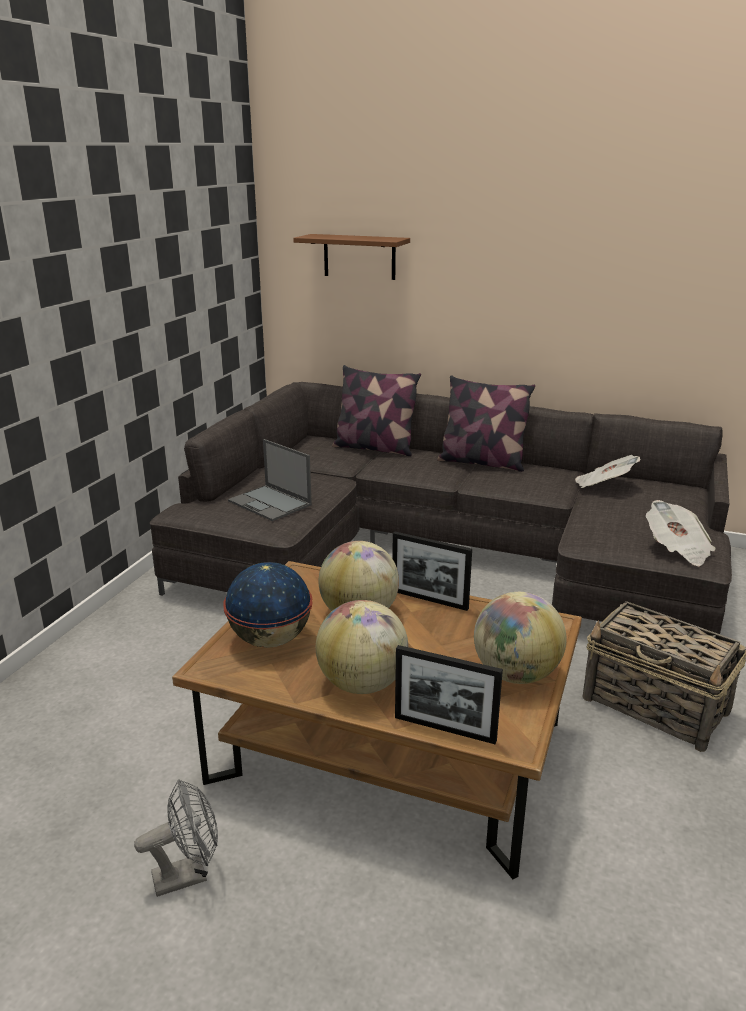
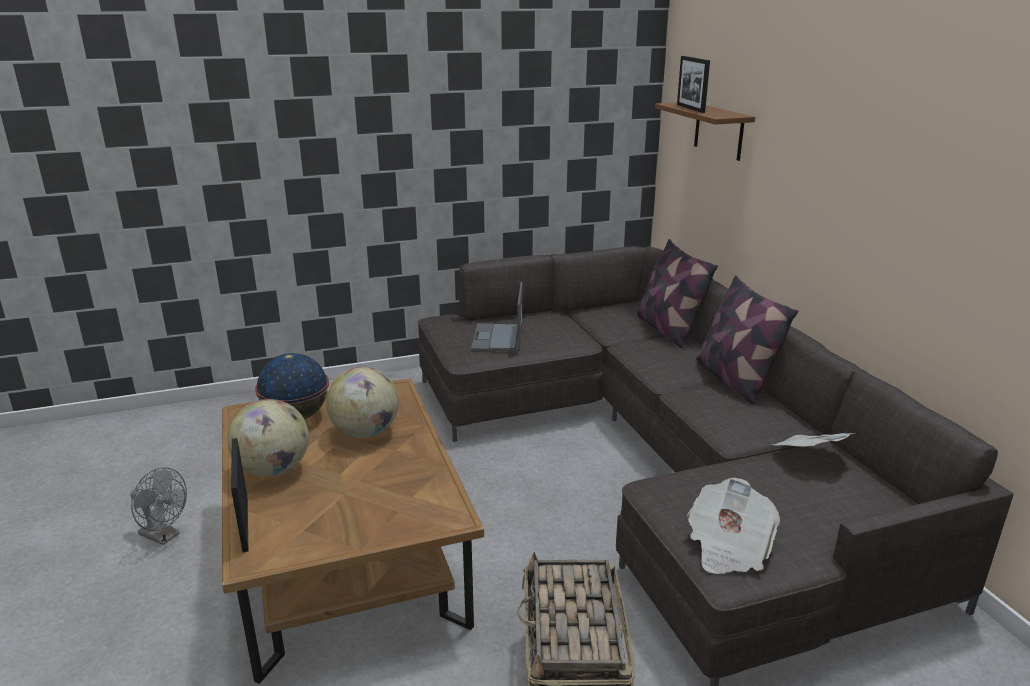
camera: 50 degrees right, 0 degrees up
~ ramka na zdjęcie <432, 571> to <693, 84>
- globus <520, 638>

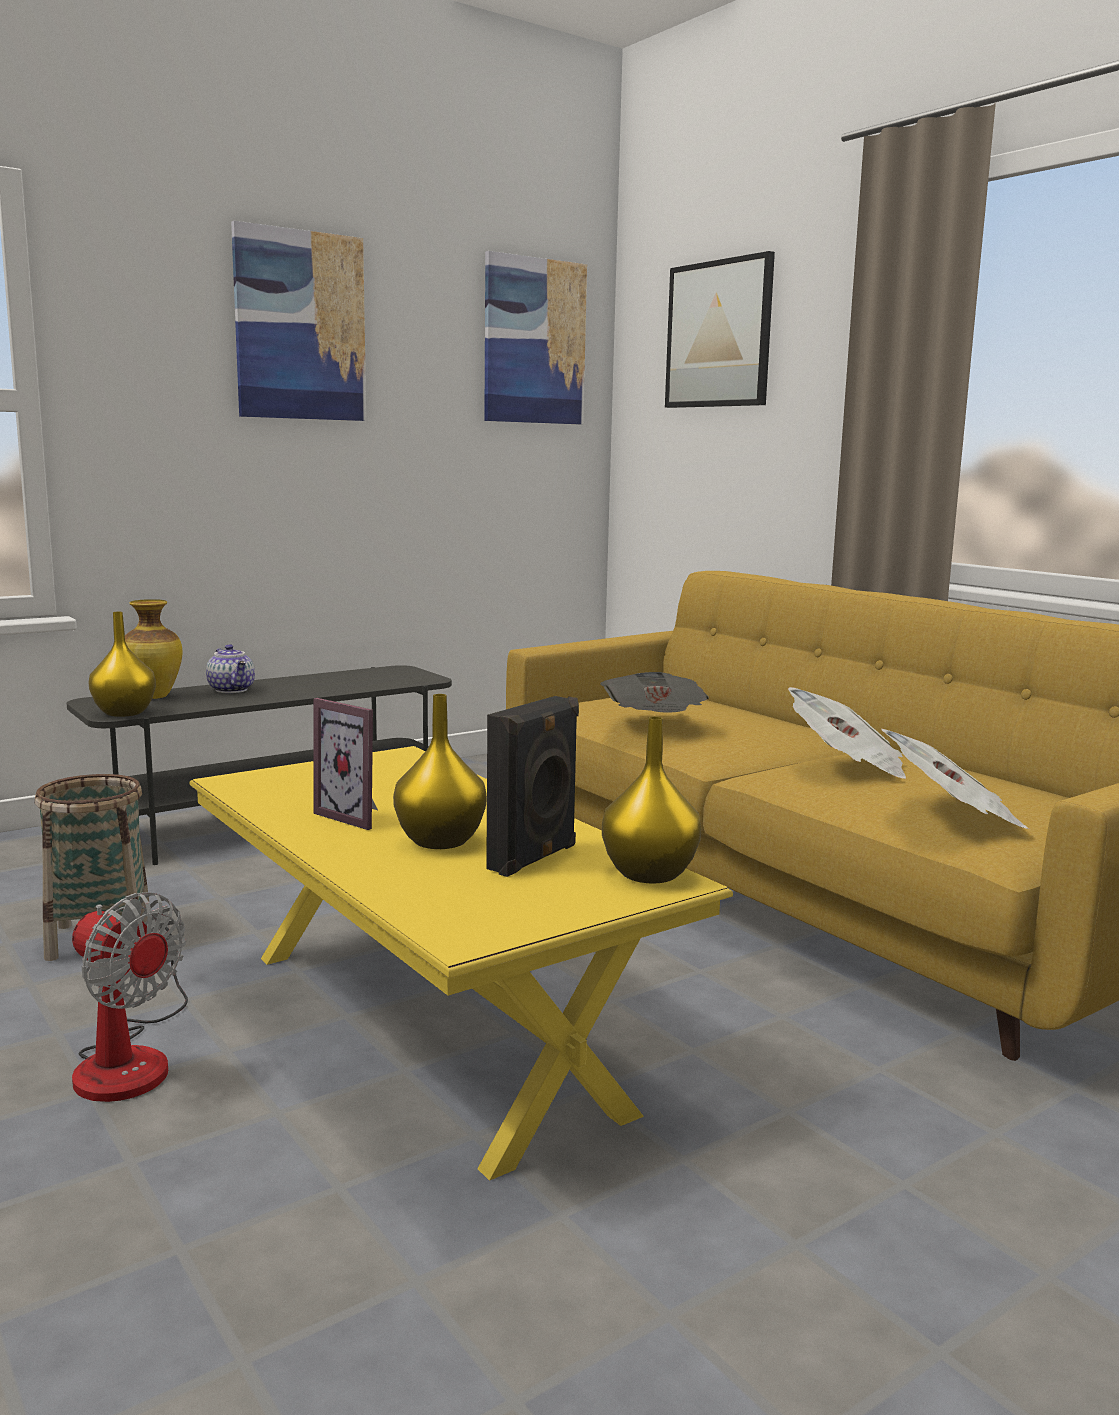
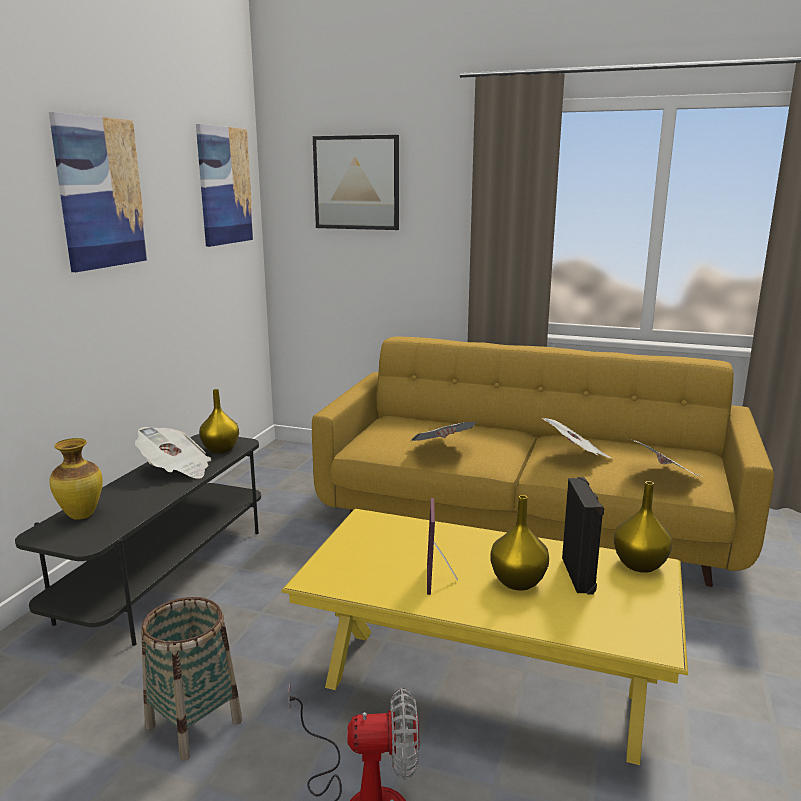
camera: 35 degrees left, 5 degrees up
~ wazon [żółty] <122, 664> to <219, 421>
- imbryk <230, 668>
~ ramka na zdjęcie <345, 764> = <442, 546> 90 degrees clockwise
+ gazeta <173, 453>

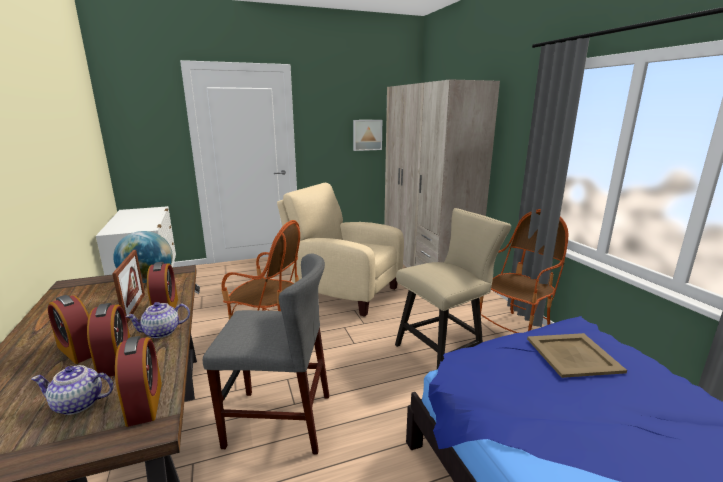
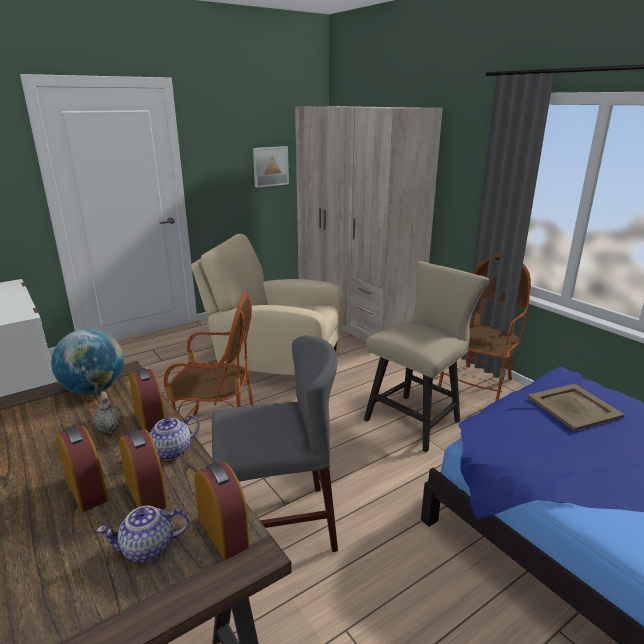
camera: 15 degrees left, 5 degrees up
~ budzik <70, 329> = <82, 469> 150 degrees counterclockwise
~ ramka na zdjęcie <128, 286> to imbryk [beżowy] <108, 412>

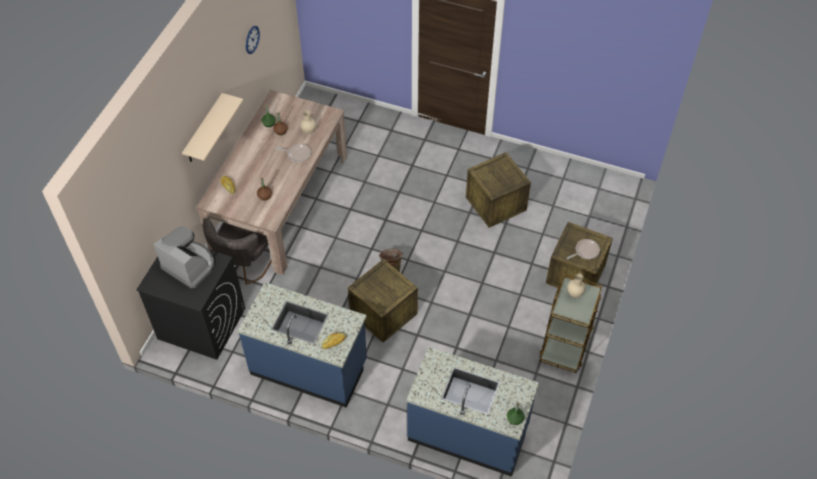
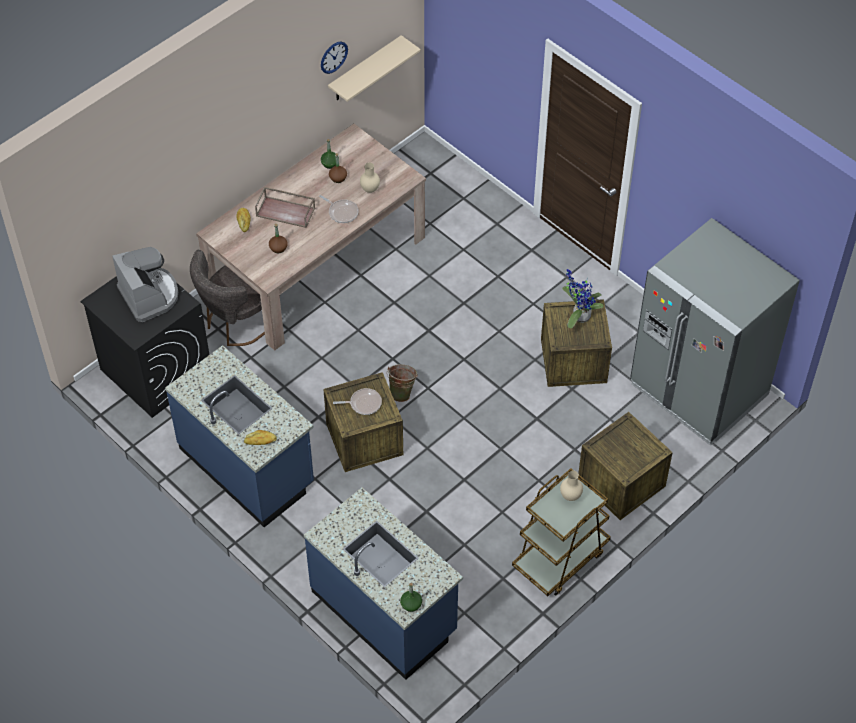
camera: 25 degrees right, 0 degrees up
~ półka [beżowy] <213, 127> to <374, 68>
~ patelnia <583, 249> to <357, 401>
+ taca [brązowy] <285, 207>
+ roślina doniczkowa <582, 298>
+ lodówka [szary] <715, 331>

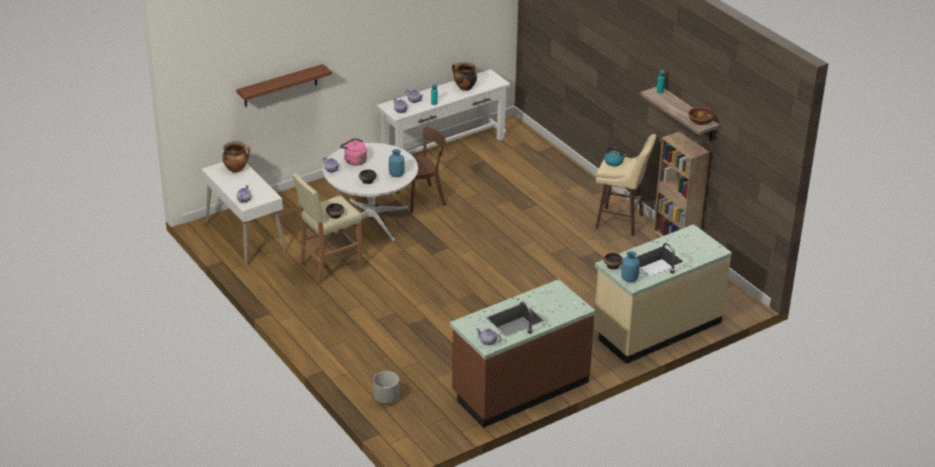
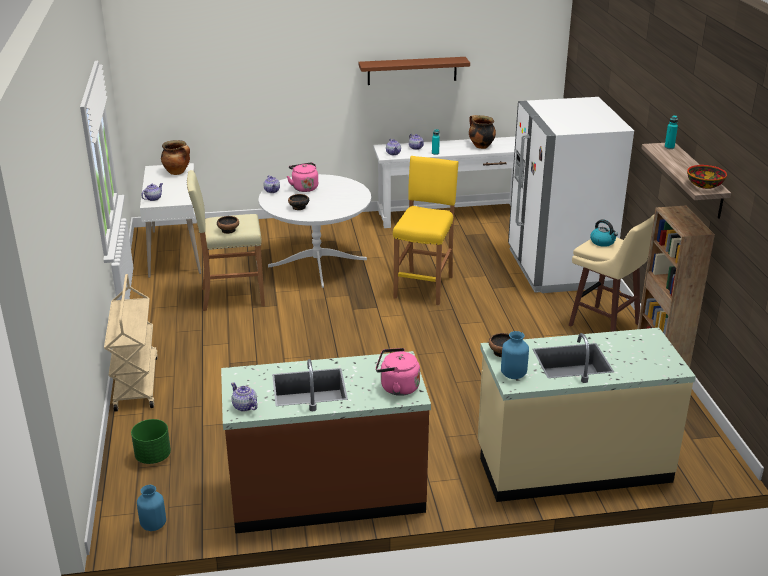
camera: 25 degrees right, 5 degrees down
~ półka [brązowy] <284, 85> to <414, 71>
~ donica [szary] <386, 387> to donica [zielony] <151, 441>
~ wazon [niebieski] <397, 163> to <151, 508>
- krzesło [brązowy] <421, 170>
+ wózek [beżowy] <131, 343>
+ czajnik [różowy] <398, 372>
+ stołek [żółty] <425, 230>
+ lodówka [biały] <571, 195>

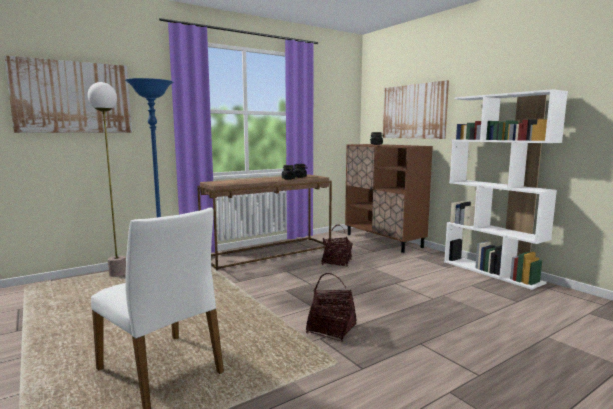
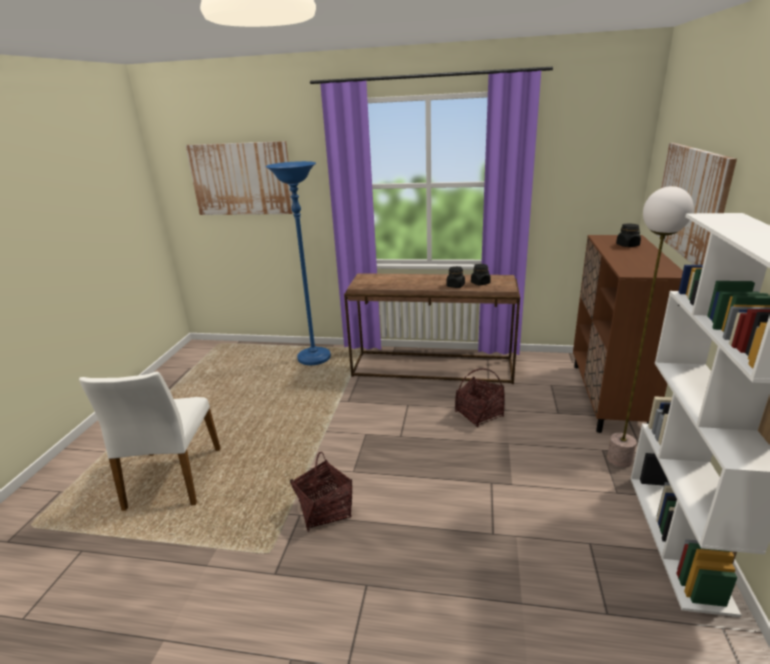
camera: 45 degrees right, 15 degrees up
~ lampa stojąca <107, 179> to <650, 327>

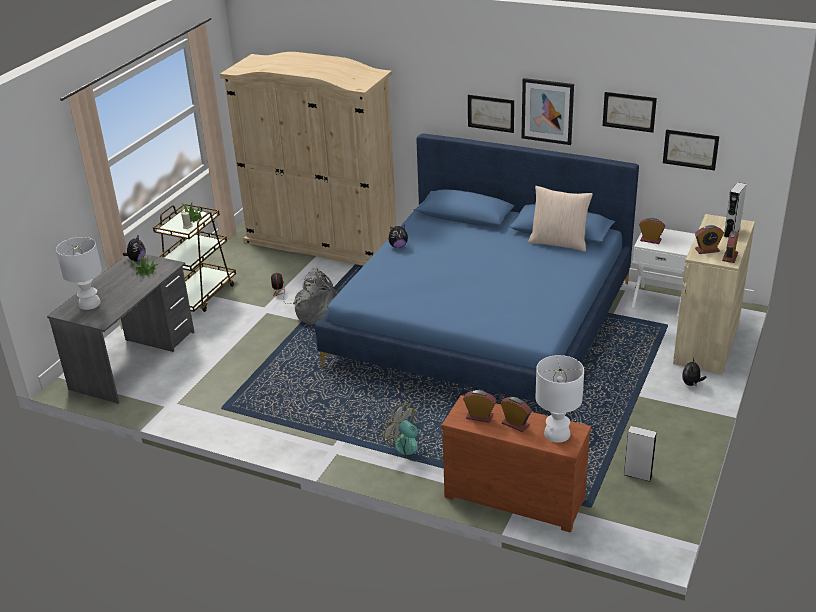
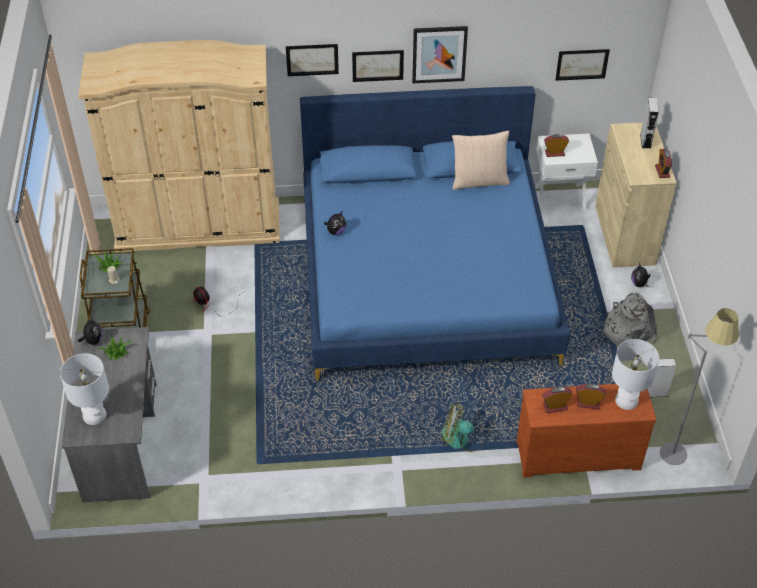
camera: 30 degrees left, 15 degrees up
~ plecak [szary] <315, 296> to <629, 319>
~ obraz <630, 112> to <312, 60>
- budzik <709, 239>
+ lampa stojąca [szary] <699, 386>

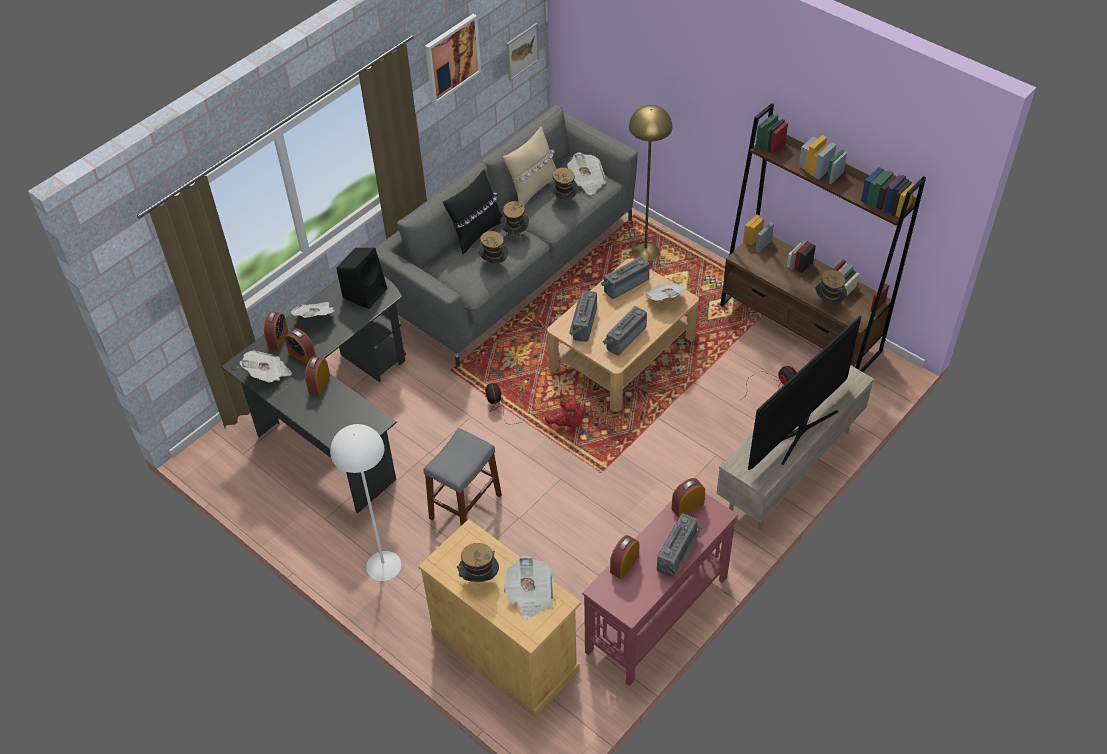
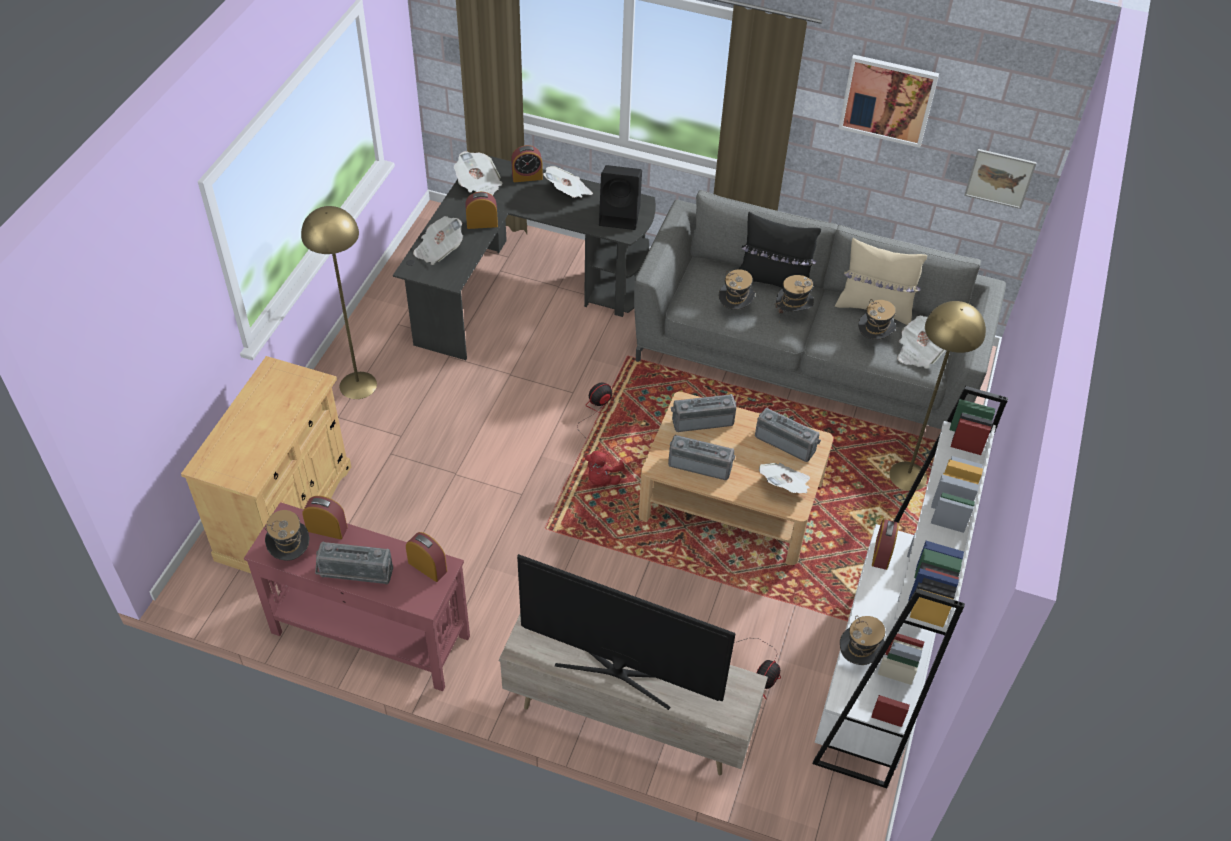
camera: 65 degrees right, 0 degrees up
~ budzik <300, 347> to <885, 544>
~ lampa stojąca [biały] <365, 502> to lampa stojąca [żółty] <339, 302>
- stołek [szary] <462, 477>
~ kapelusz <478, 562> to <287, 535>
~ gazeta <529, 587> to <438, 240>
~ regał [brązowy] <823, 237> to regał [biały] <910, 587>

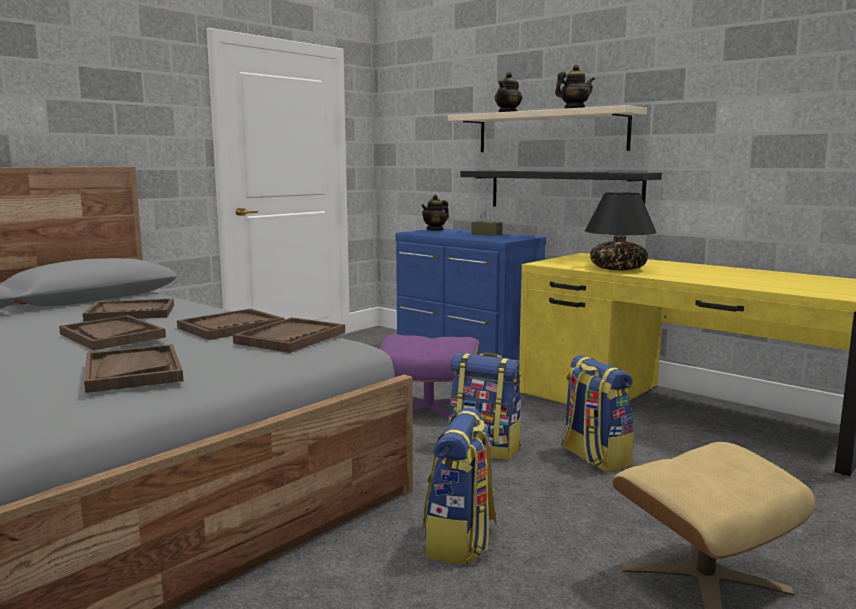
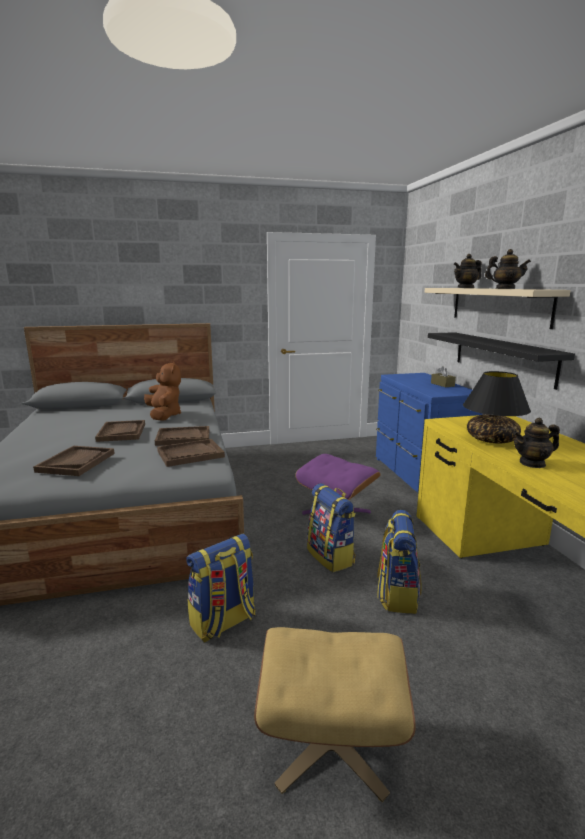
camera: 35 degrees right, 5 degrees up
~ taca [brązowy] <128, 309> to pluszak [brązowy] <162, 391>
~ imbryk <435, 212> to <536, 443>

